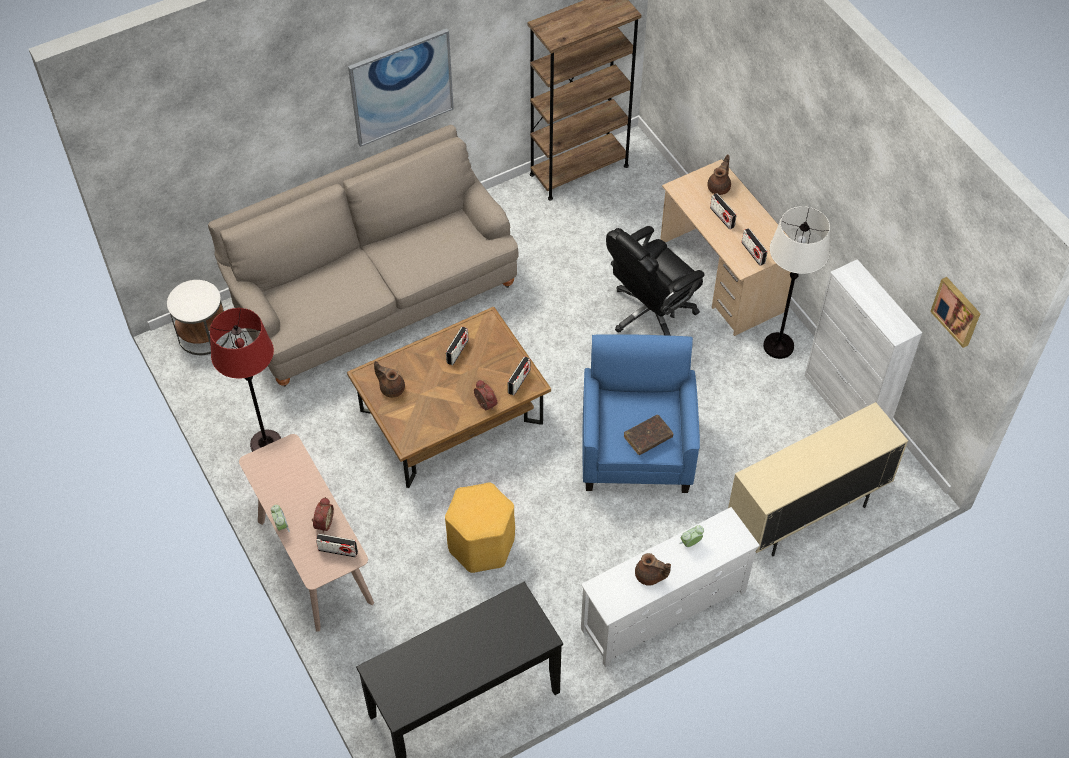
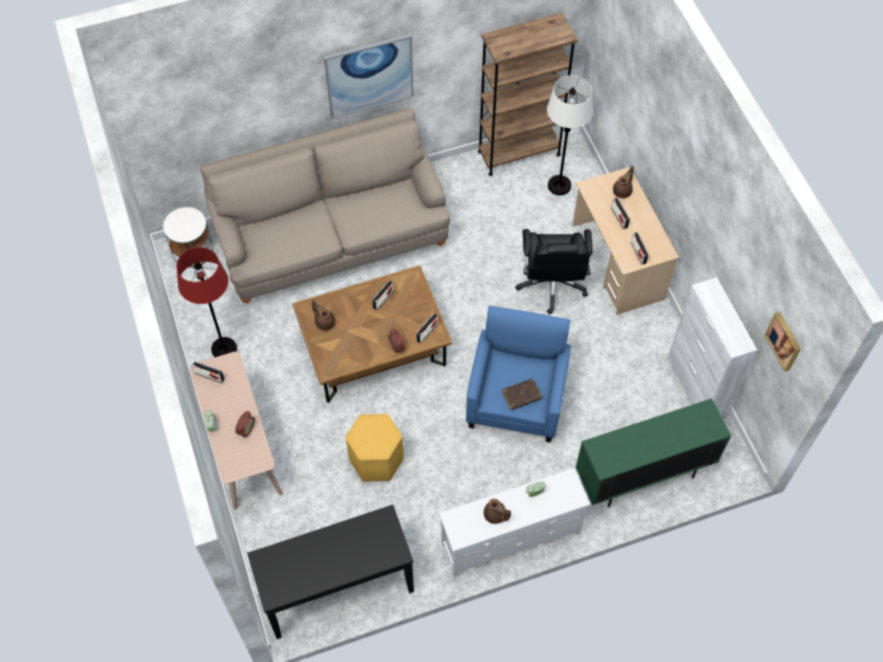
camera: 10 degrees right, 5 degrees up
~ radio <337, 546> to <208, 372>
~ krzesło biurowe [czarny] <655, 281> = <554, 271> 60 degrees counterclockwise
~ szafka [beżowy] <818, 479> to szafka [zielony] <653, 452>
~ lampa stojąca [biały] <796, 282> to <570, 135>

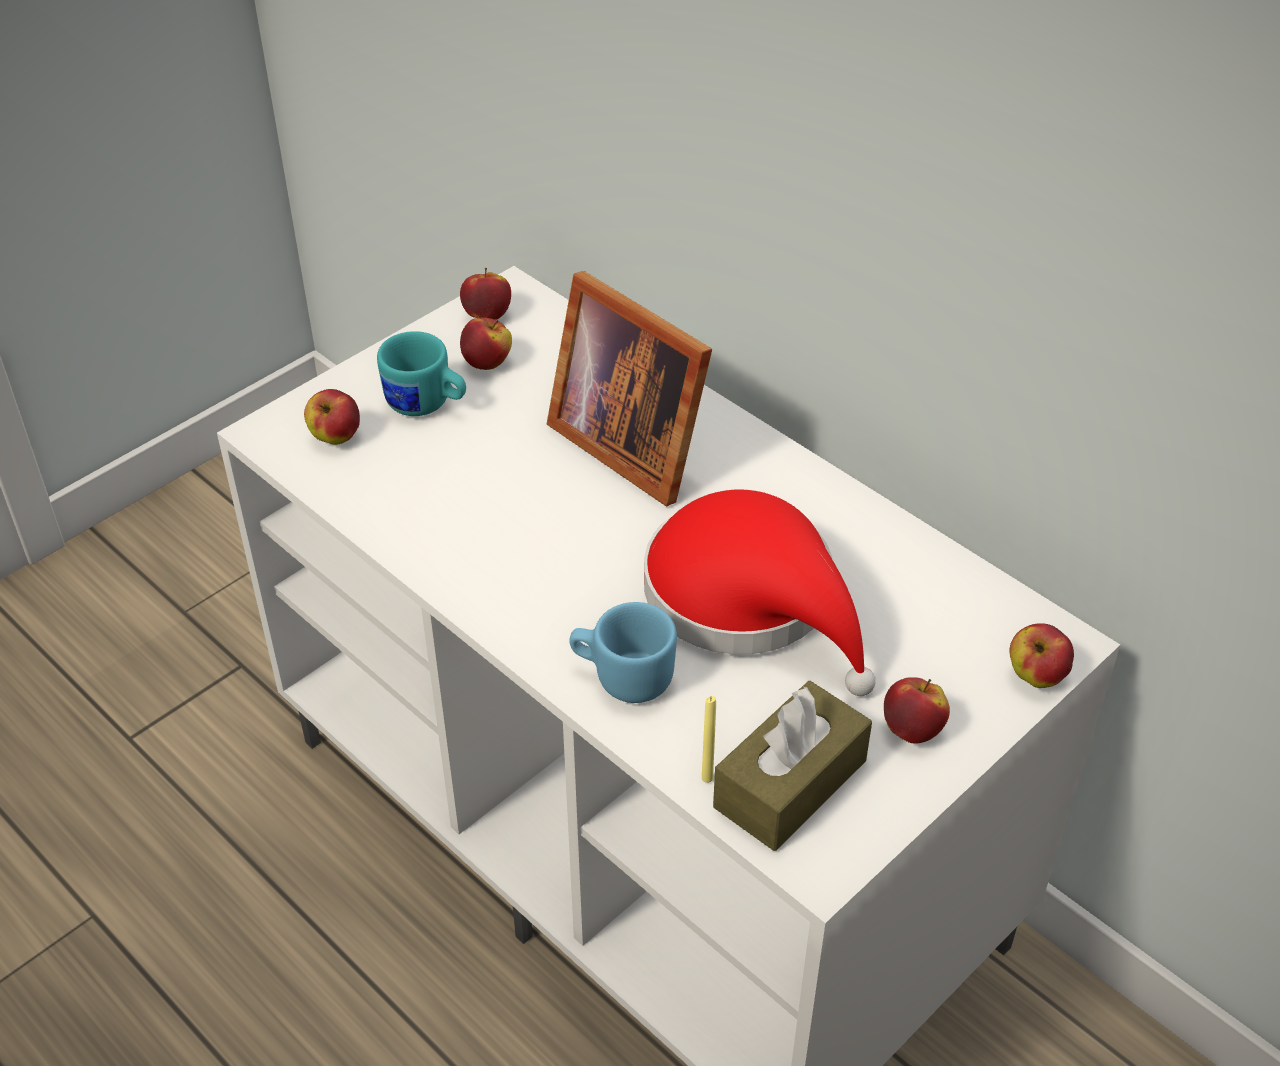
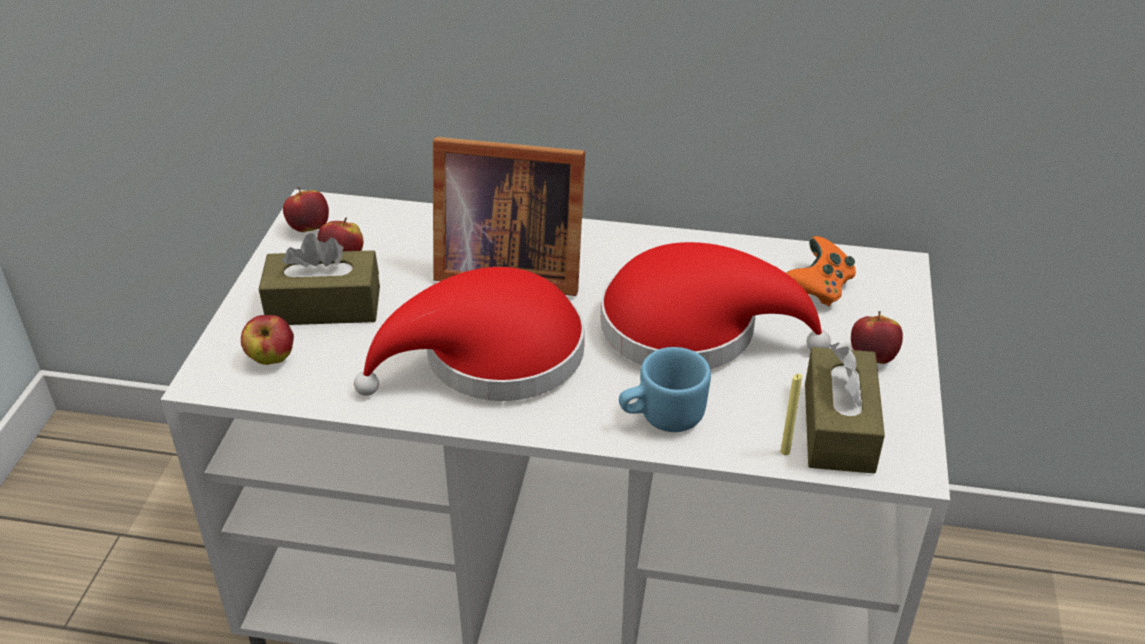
camera: 35 degrees left, 5 degrees down
~ kubek [turkusowy] <421, 373> to pudełko chusteczek [brązowy] <319, 279>
- jabłko <1042, 655>
+ kapelusz [czerwony] <469, 334>
+ pad do gier [pomarańczowy] <821, 271>

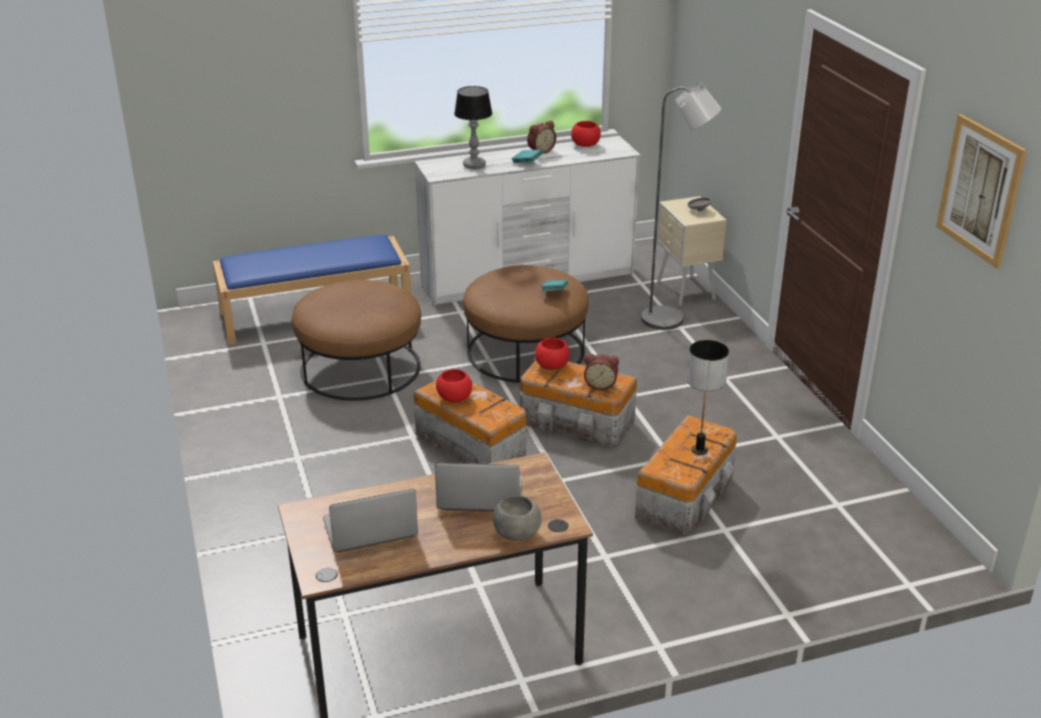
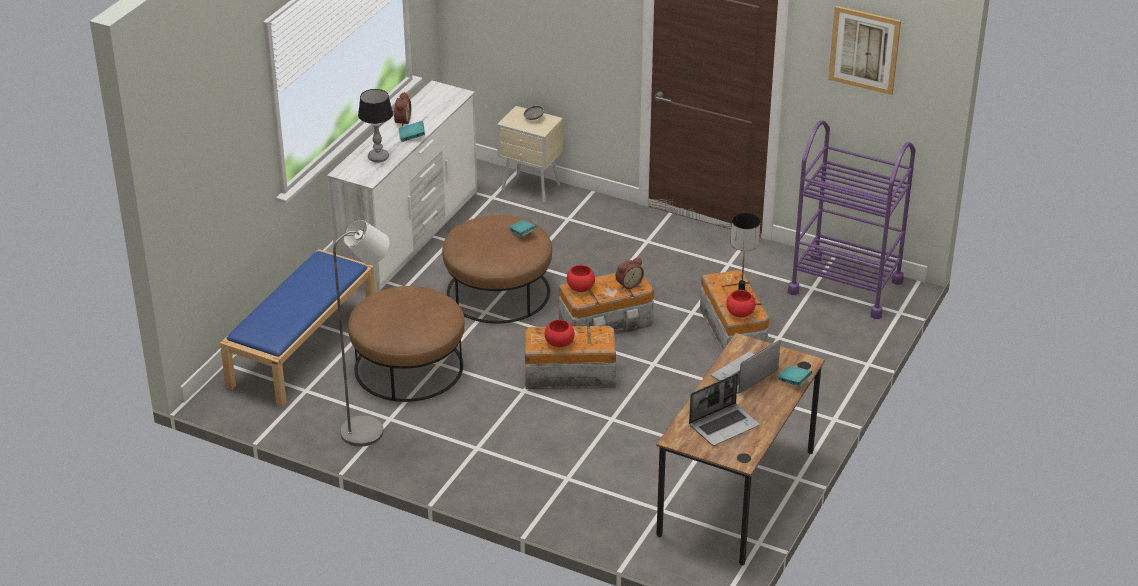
camera: 45 degrees left, 5 degrees up
~ laptop <370, 520> = <724, 410> 150 degrees counterclockwise
~ miska [szary] <517, 518> to książka [turkusowy] <795, 375>
~ miska [czerwony] <586, 134> to <740, 304>
~ lampa stojąca [szary] <681, 206> to <361, 333>
+ wózek [fioletowy] <852, 219>

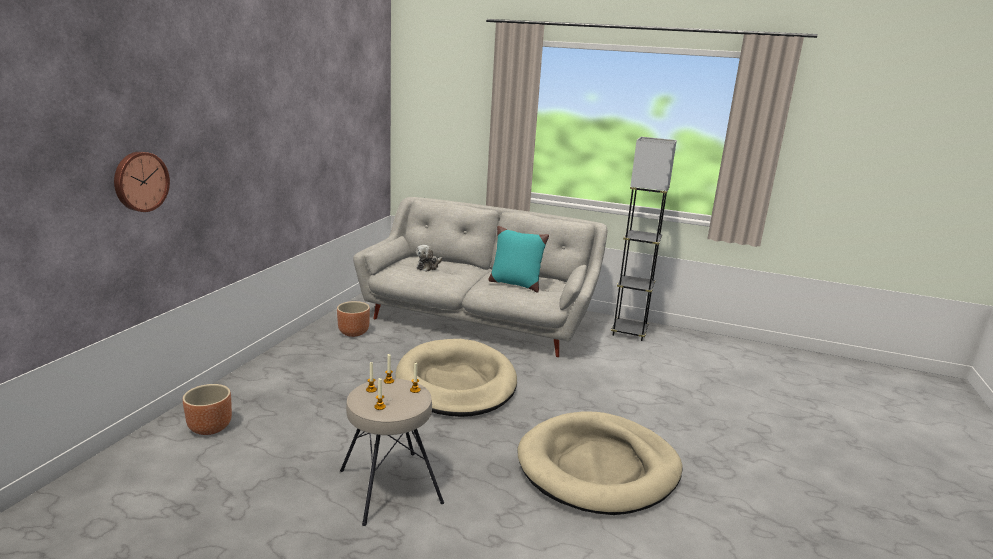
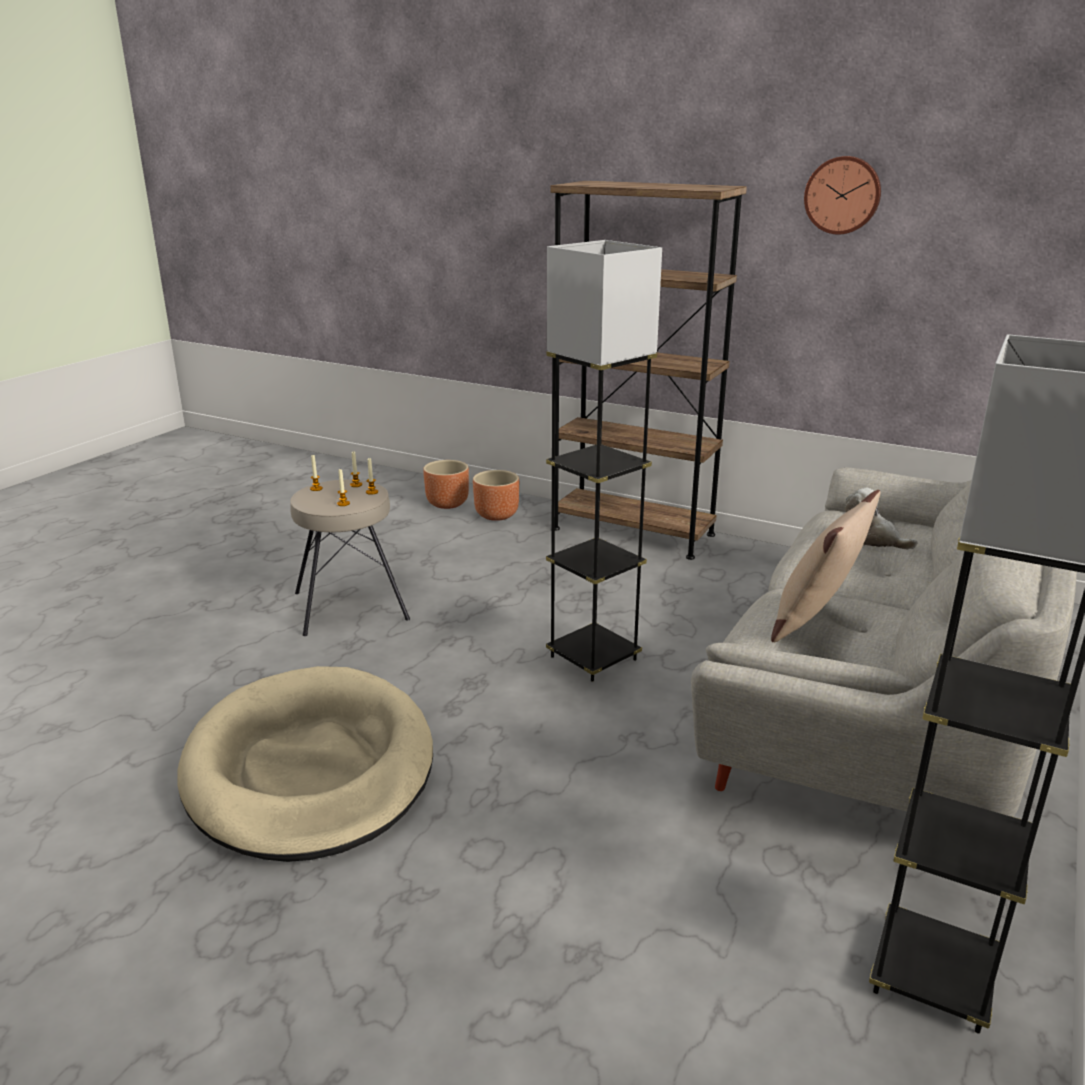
camera: 100 degrees right, 5 degrees up
~ zegar ścienny <142, 182> to <842, 195>
~ donica [brązowy] <353, 319> to <446, 484>
~ legowisko [beżowy] <456, 378> to lampa stojąca [szary] <604, 461>
~ poduszka [turkusowy] <518, 259> to poduszka [beżowy] <825, 566>
+ regał [brązowy] <648, 370>

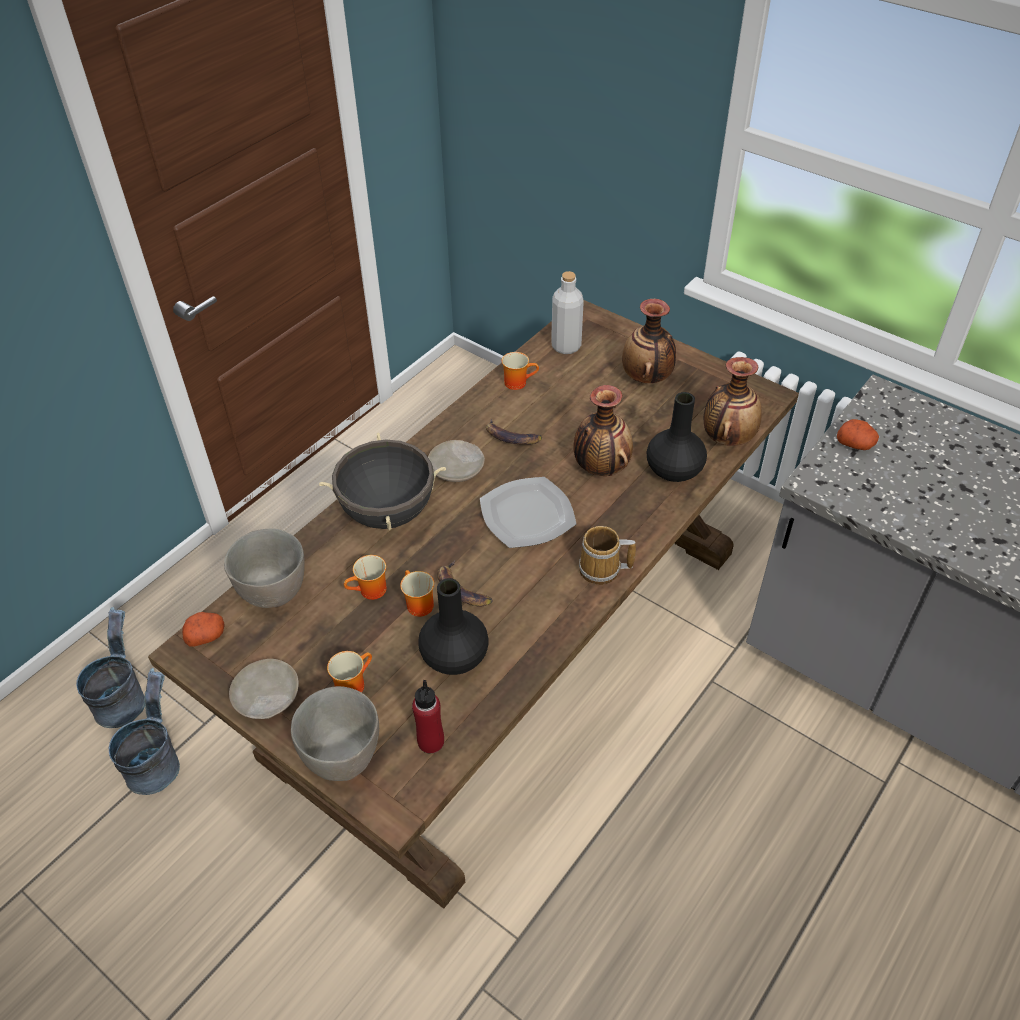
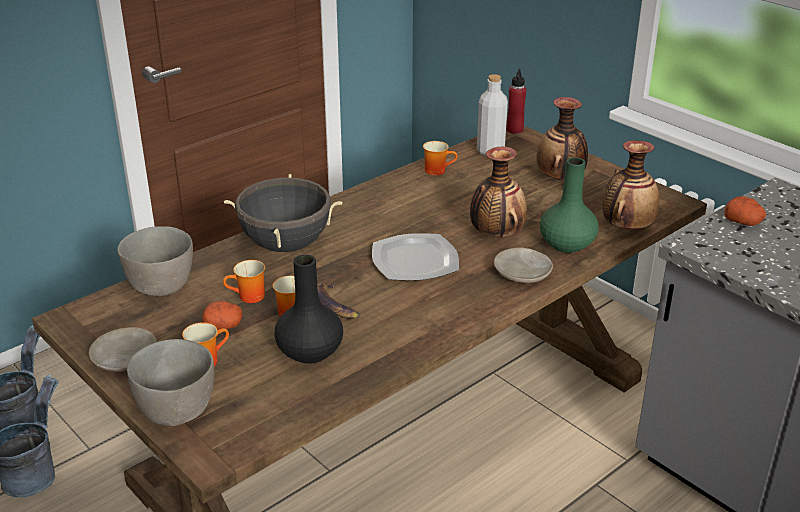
camera: 10 degrees right, 15 degrees down
~ ziemniak <203, 629> to <222, 315>
~ butelka [czerwony] <428, 716> to <516, 101>
~ talerz [beżowy] <456, 461> to <523, 265>
- banan <514, 432>
- kubek <607, 555>
~ wazon [czarny] <677, 437> to wazon [zielony] <569, 205>

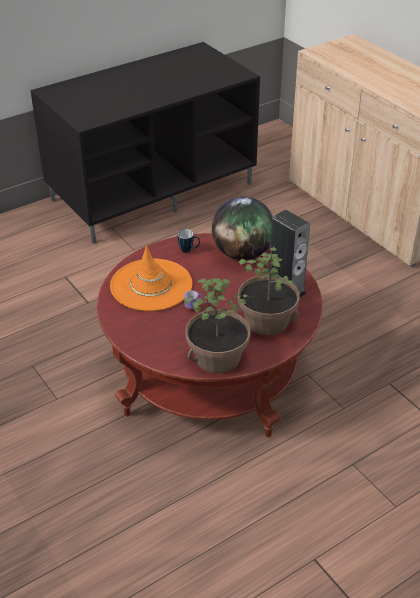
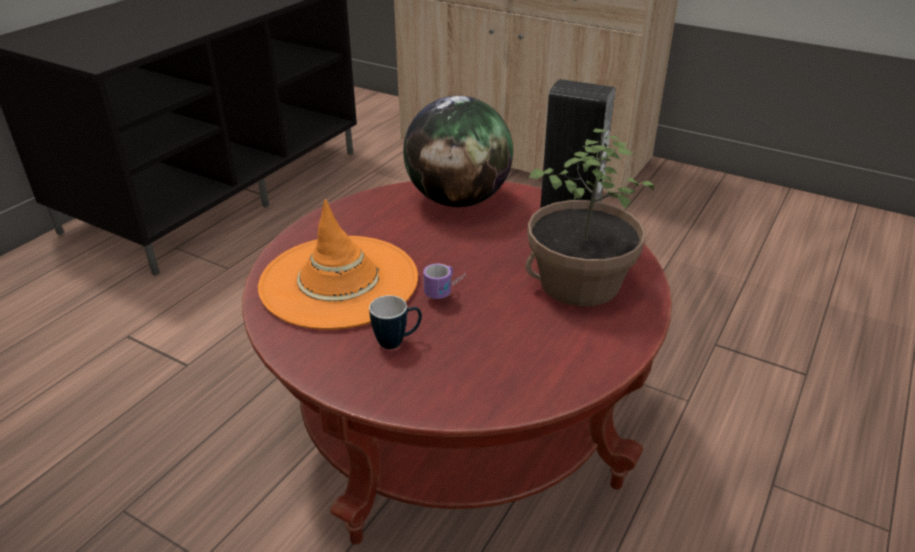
camera: 25 degrees left, 5 degrees down
~ kubek <188, 241> to <395, 322>
- roślina doniczkowa <217, 325>

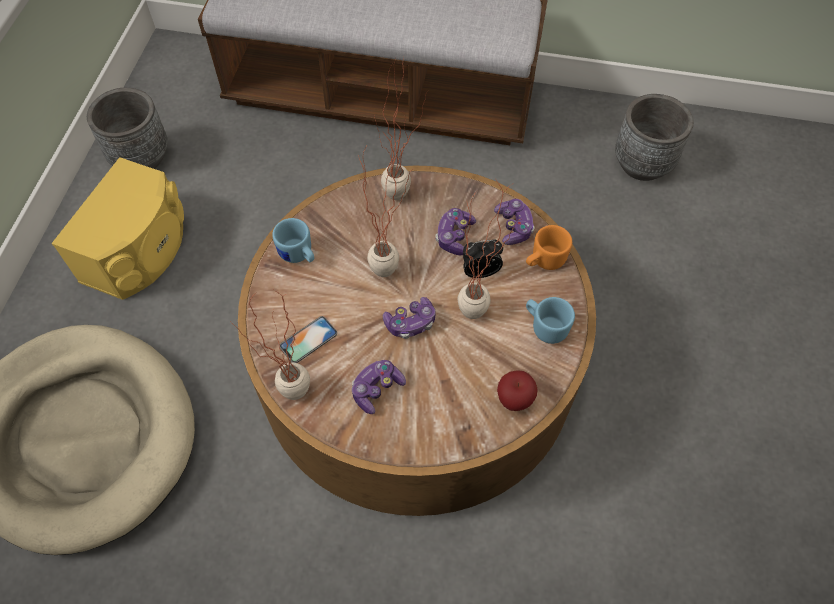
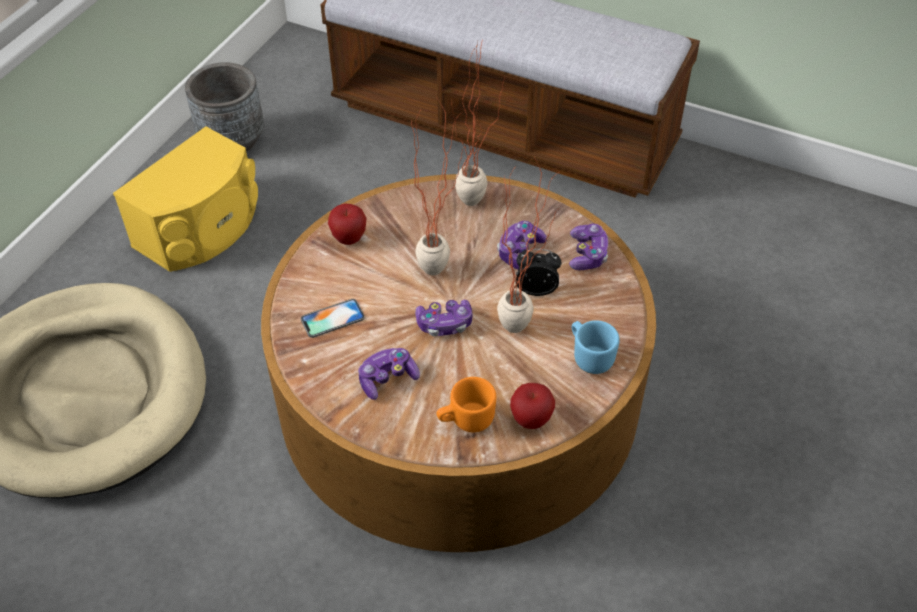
camera: 15 degrees right, 10 degrees down
- roślina doniczkowa <270, 345>
~ kubek [niebieski] <293, 240> to jabłko <347, 224>
~ kubek [pomarańczowy] <549, 247> to <466, 404>
- donica [szary] <654, 137>

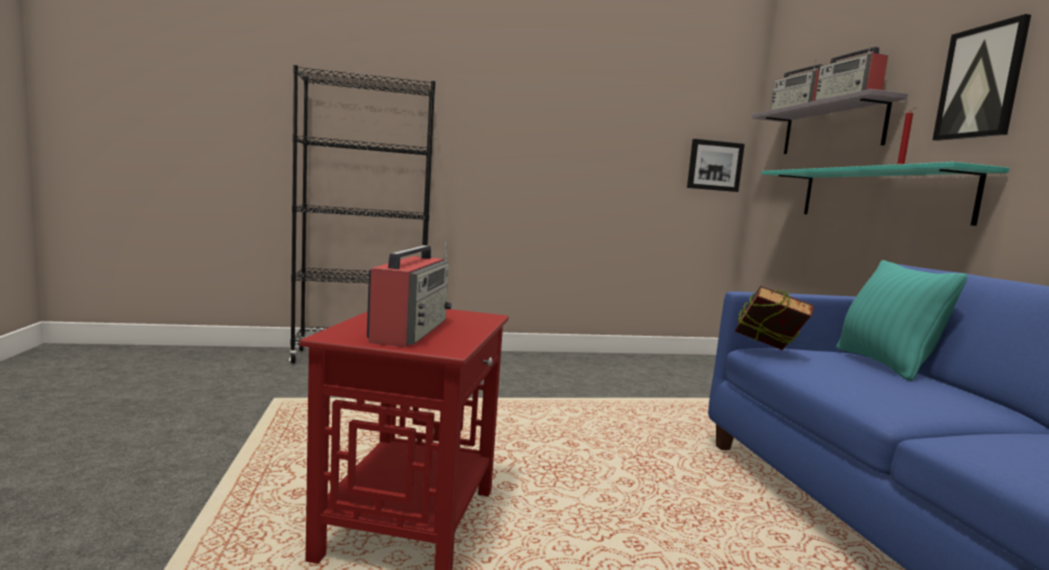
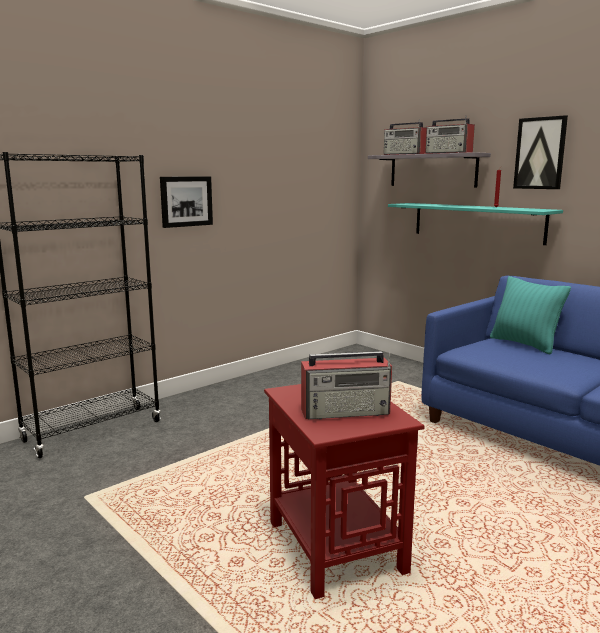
camera: 30 degrees left, 5 degrees up
~ radio <409, 294> = <346, 385> 105 degrees clockwise
~ obraz <716, 165> to <186, 202>
- książka <774, 318>

